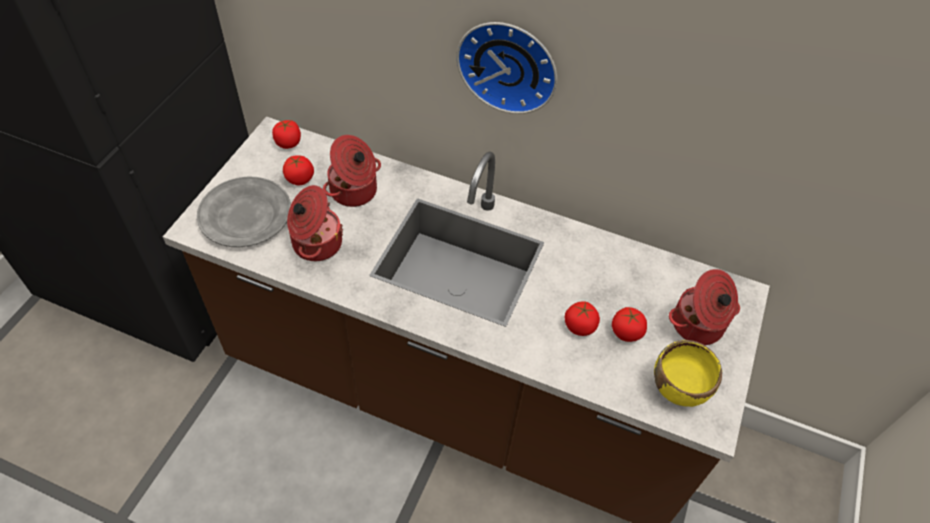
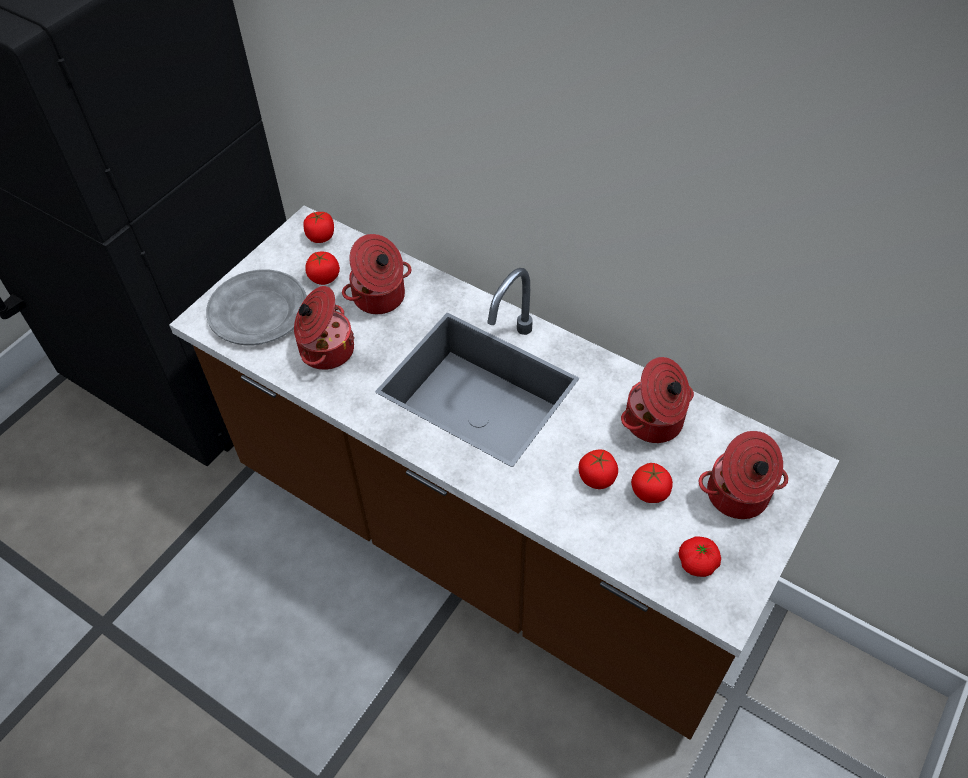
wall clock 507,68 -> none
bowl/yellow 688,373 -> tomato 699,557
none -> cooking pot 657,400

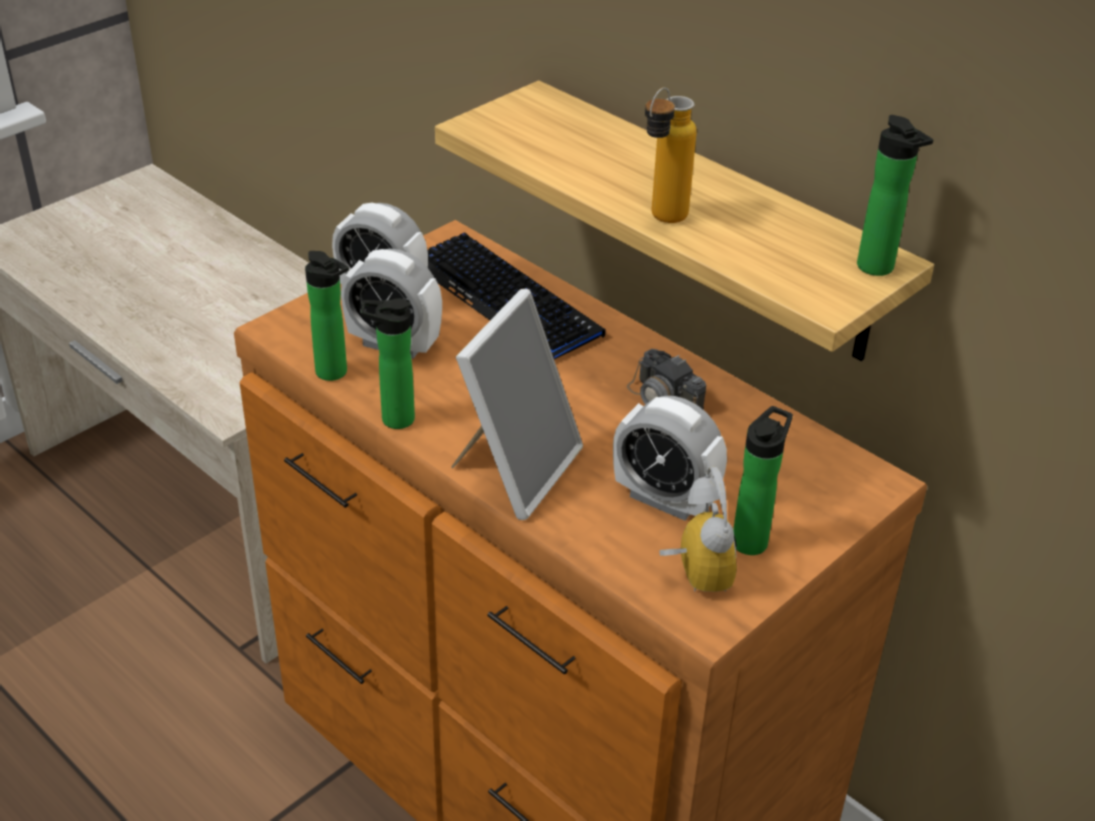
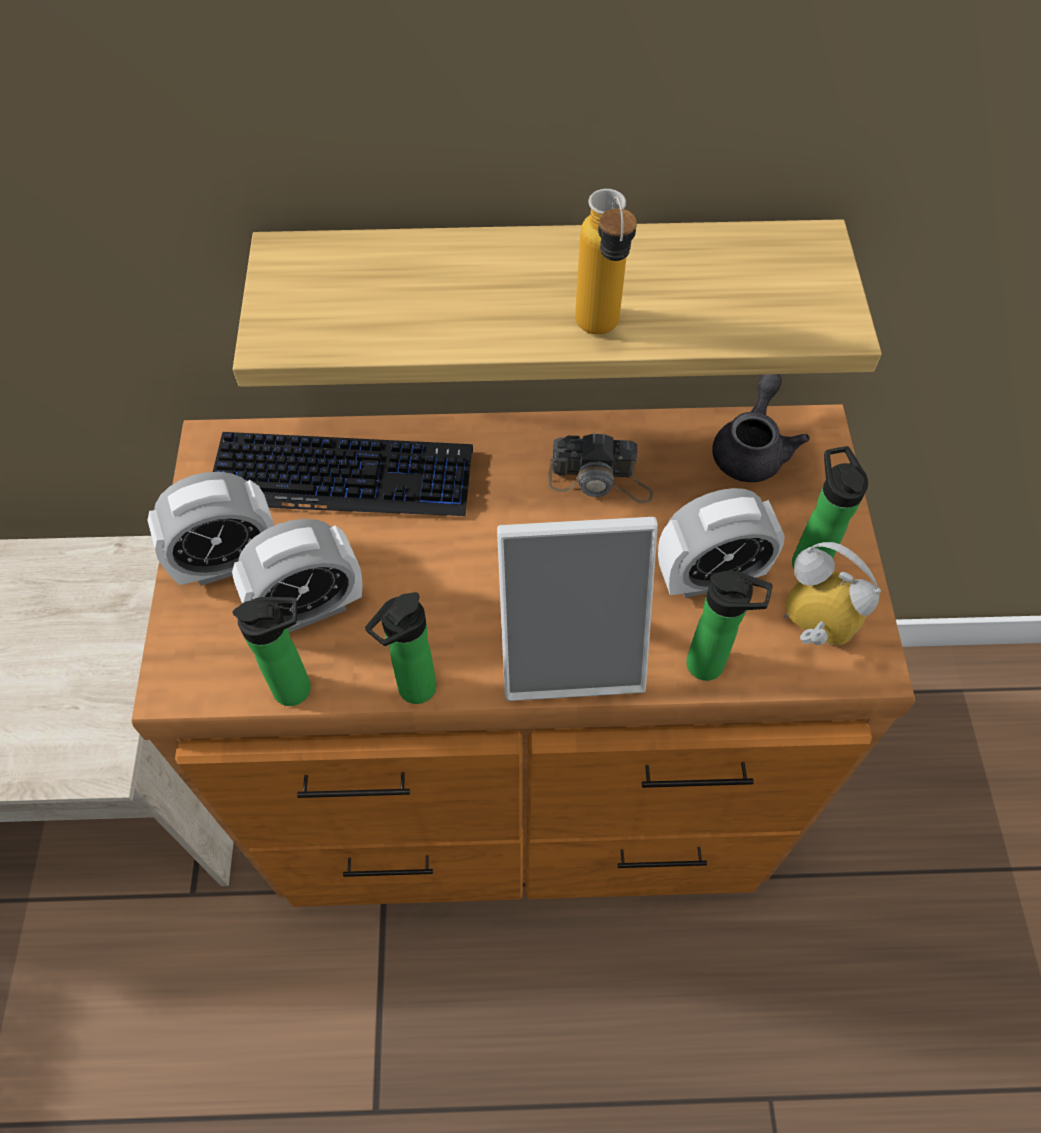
bottle 895,195 -> bottle 729,626, relocated
picture frame 517,404 -> picture frame 577,609, 105 degrees clockwise
none -> teapot/grey 761,428

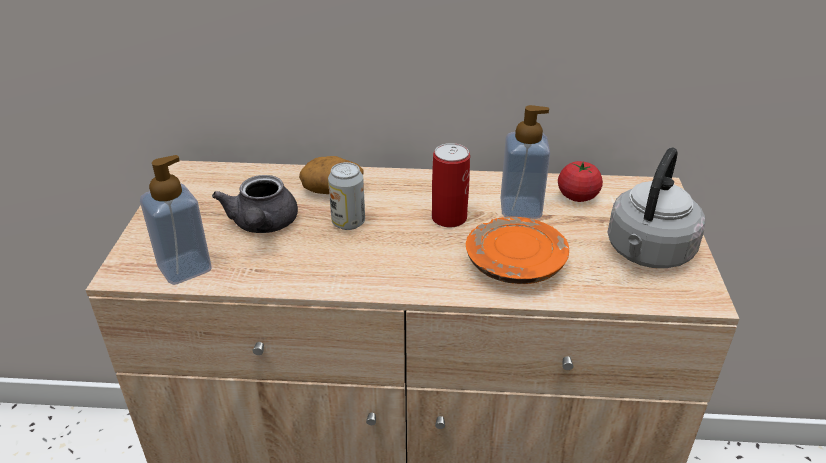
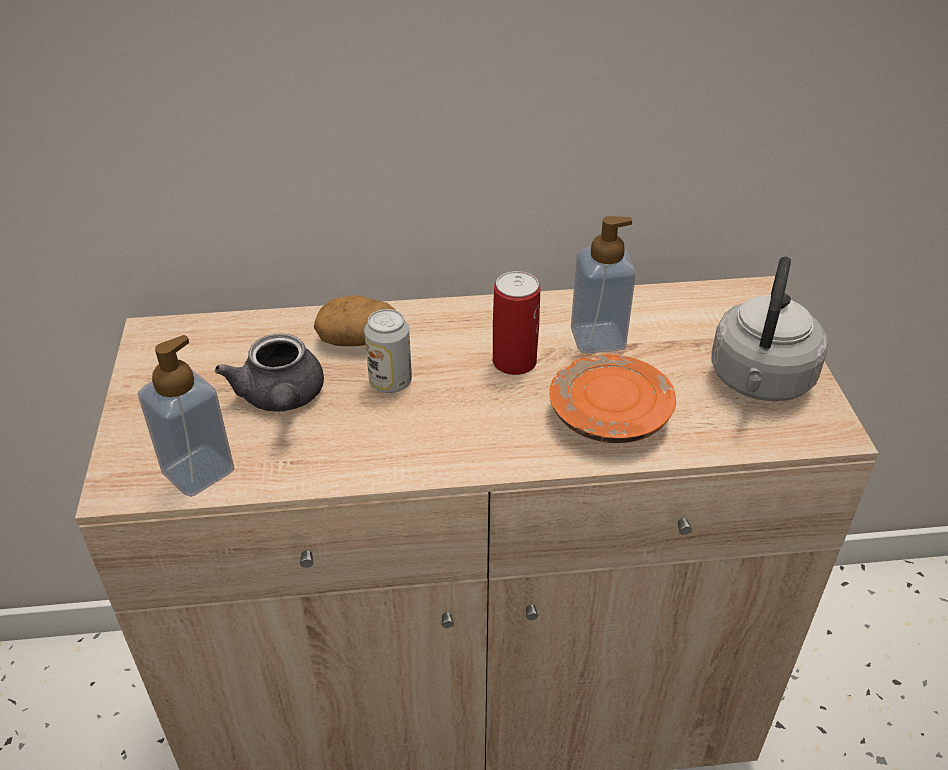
tomato 580,181 -> none

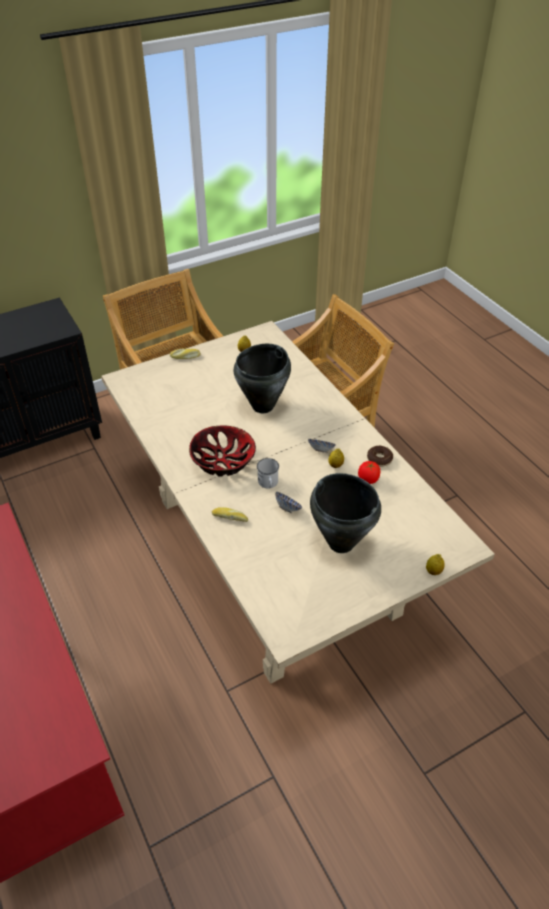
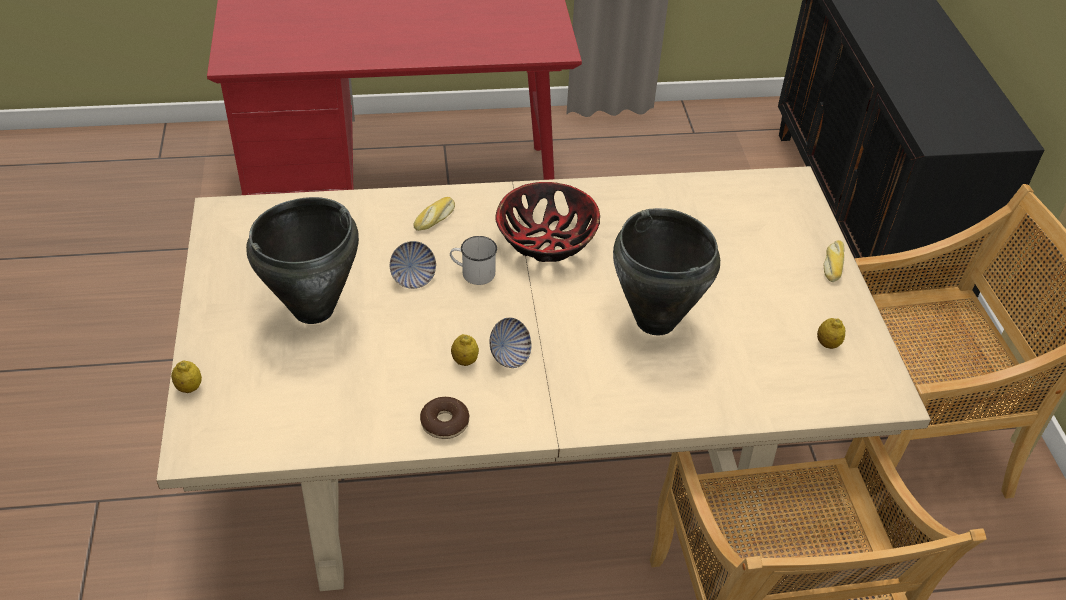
tomato 369,472 -> none

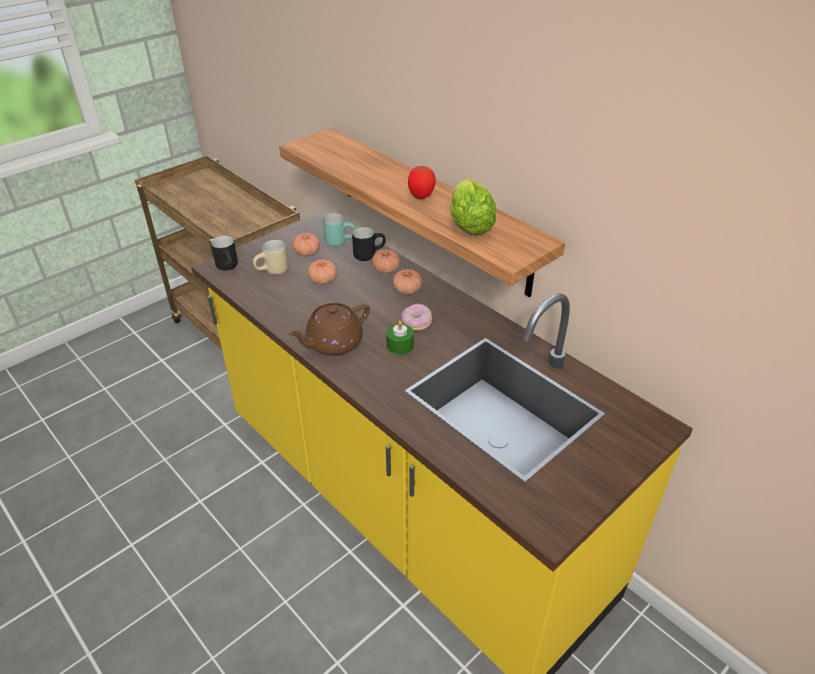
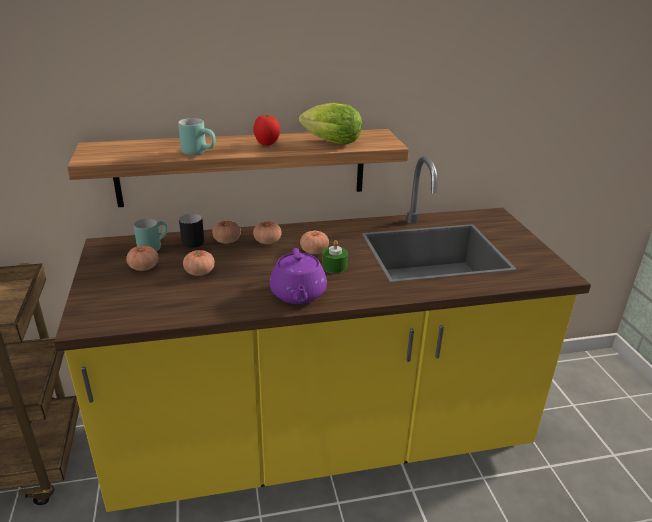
mug/black 224,253 -> none
mug/beige 270,257 -> none
teapot/brown 329,329 -> teapot/purple 298,276
donut 416,317 -> tomato 314,242
none -> mug/turquoise 197,136

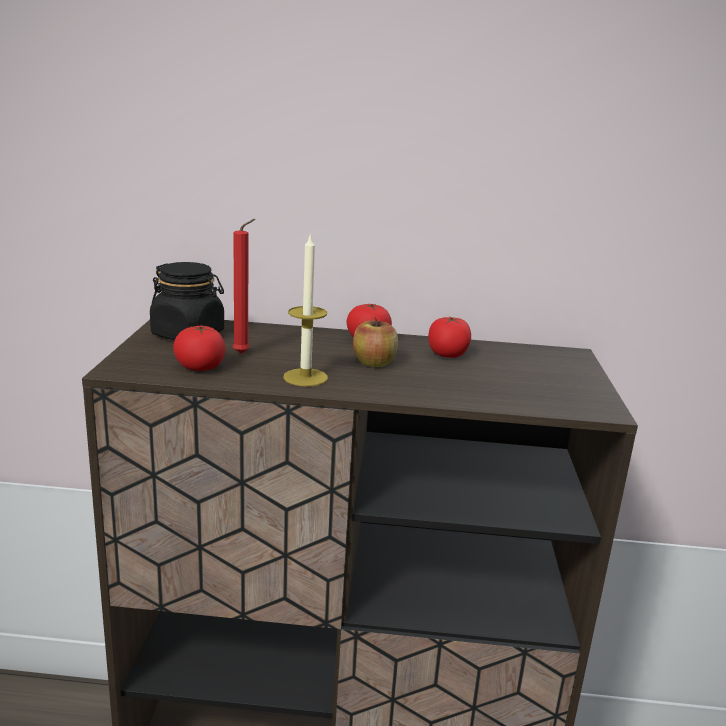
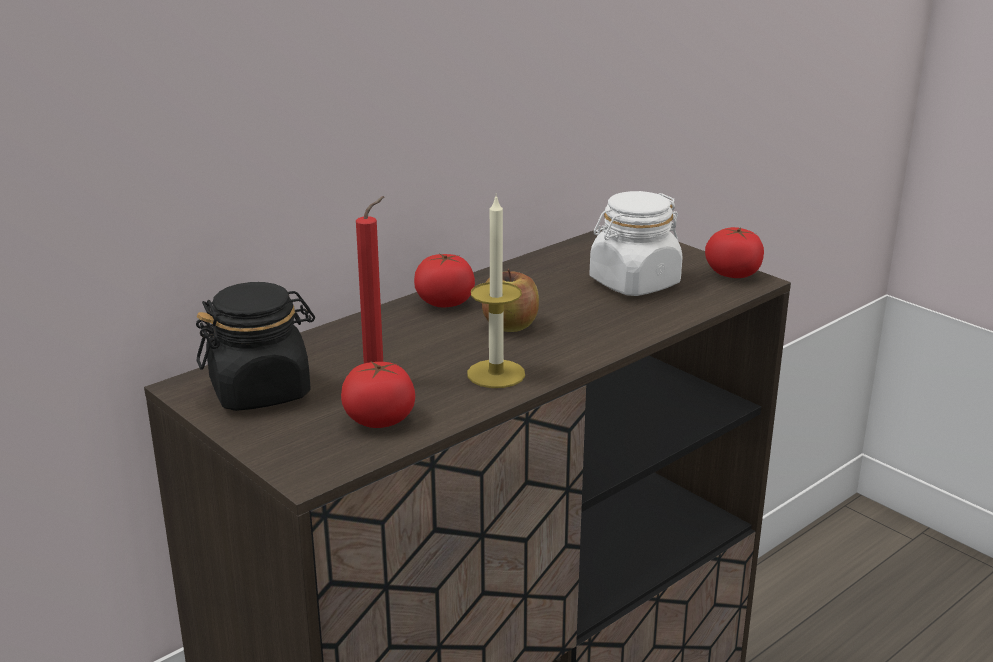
tomato 449,337 -> tomato 734,252, relocated
none -> jar/white 635,243

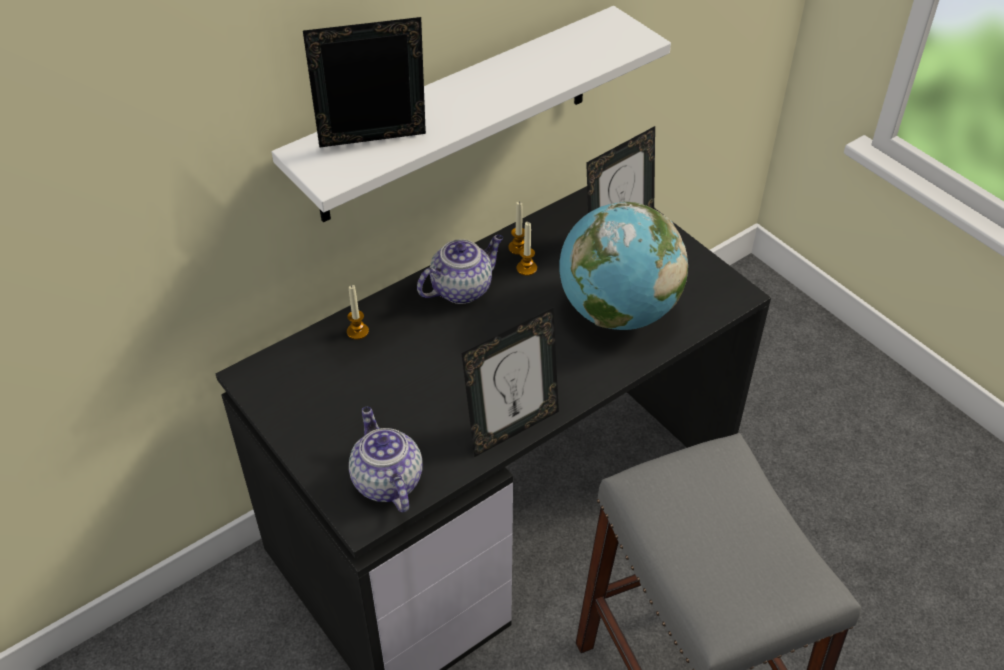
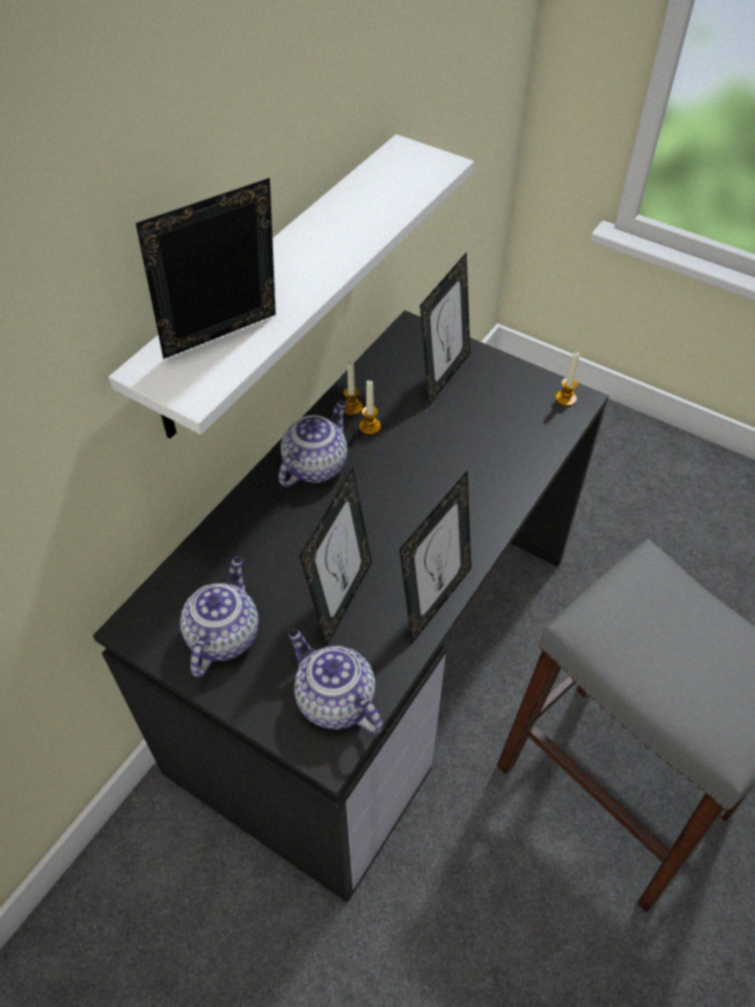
globe 623,266 -> none
candle 358,312 -> candle 567,379, relocated
none -> picture frame 335,557
none -> teapot 219,617

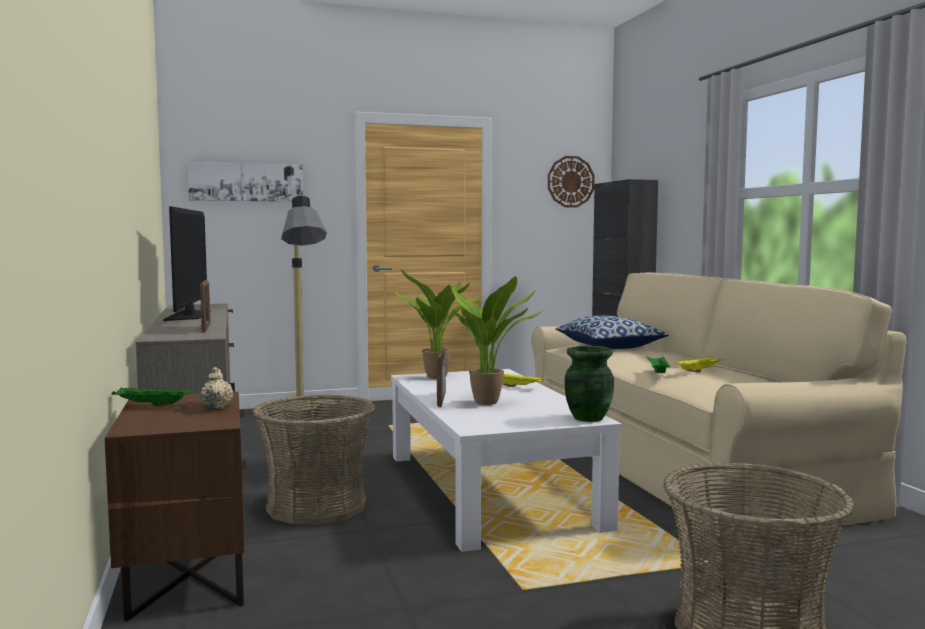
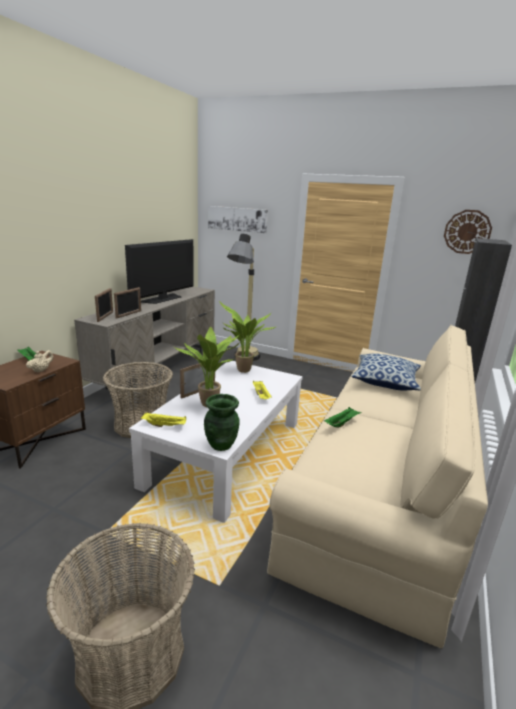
tray/yellow 700,363 -> tray/yellow 163,419, relocated
none -> picture frame 104,305

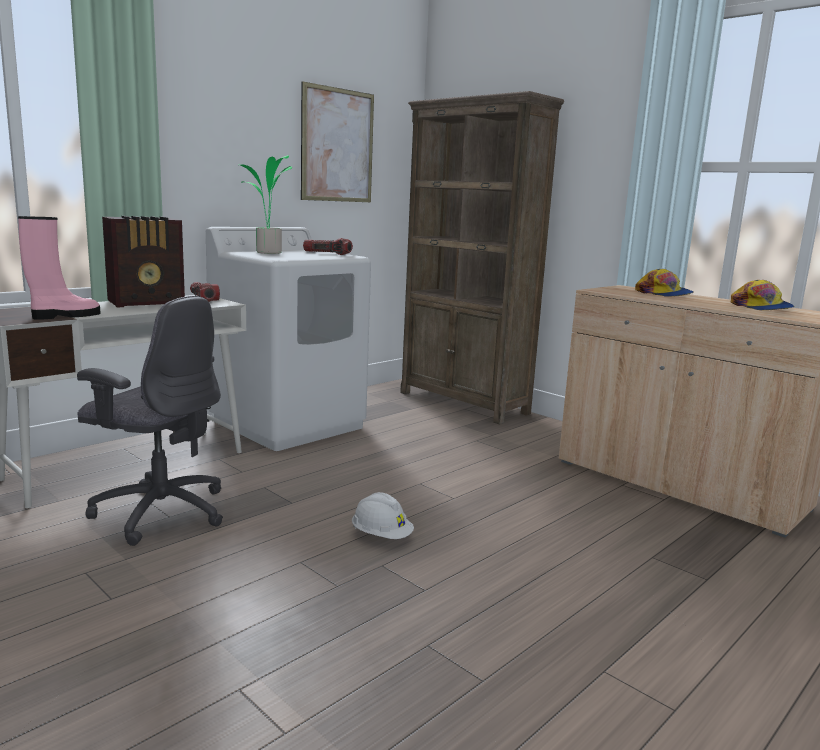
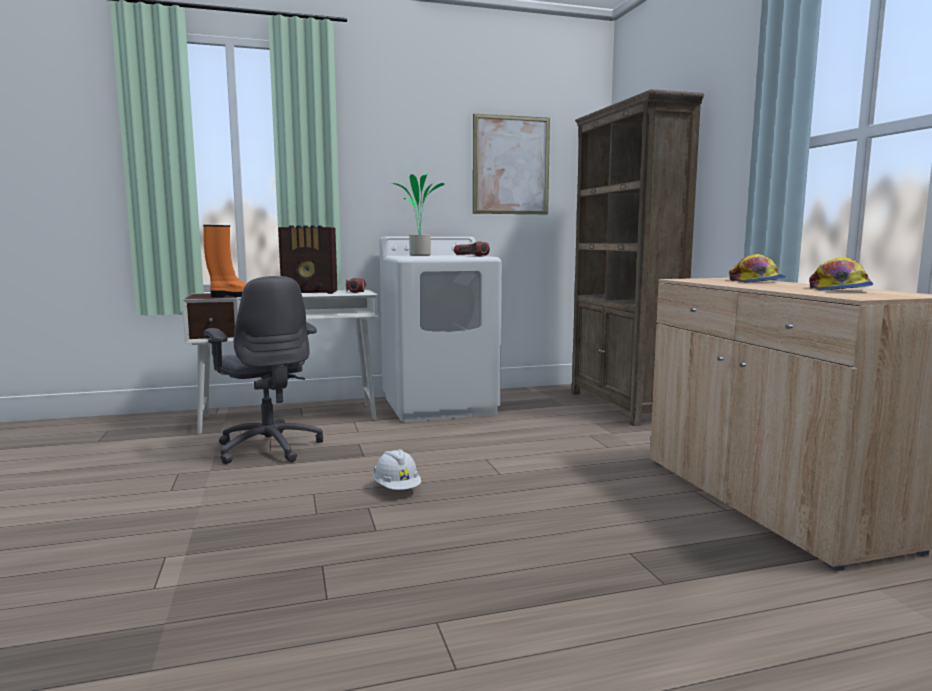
boot/pink 59,268 -> boot/orange 225,261

